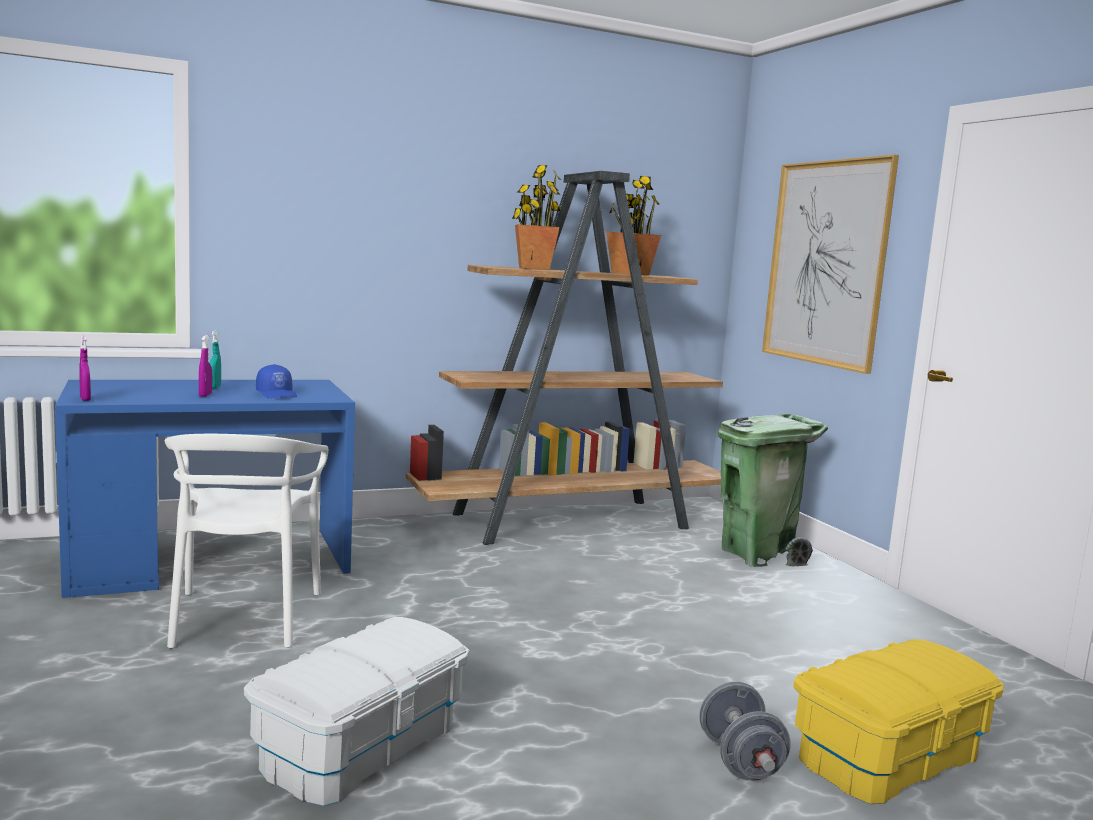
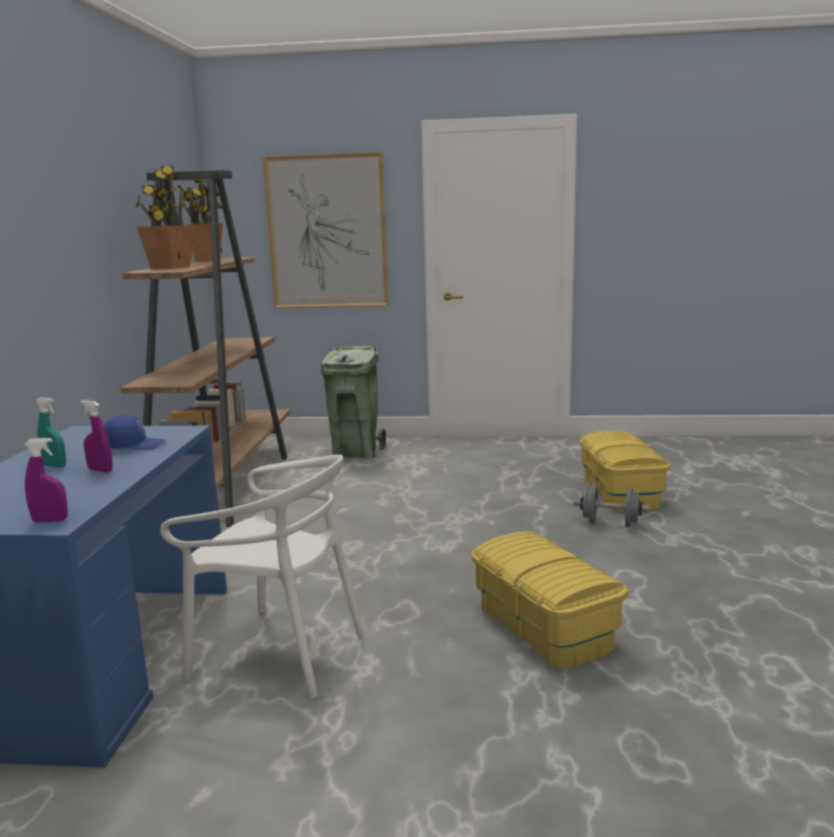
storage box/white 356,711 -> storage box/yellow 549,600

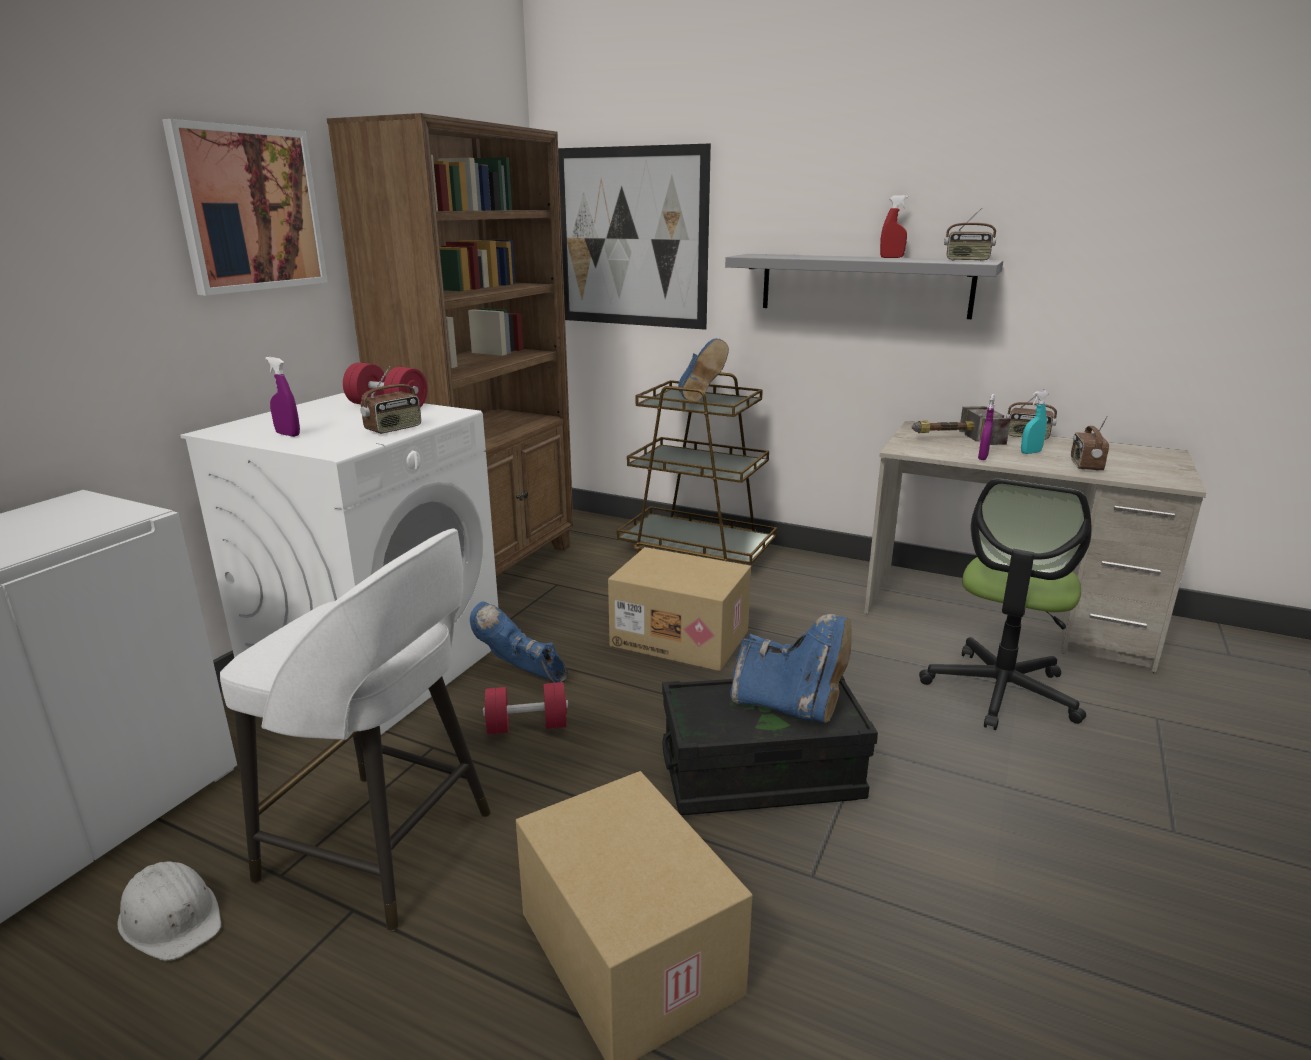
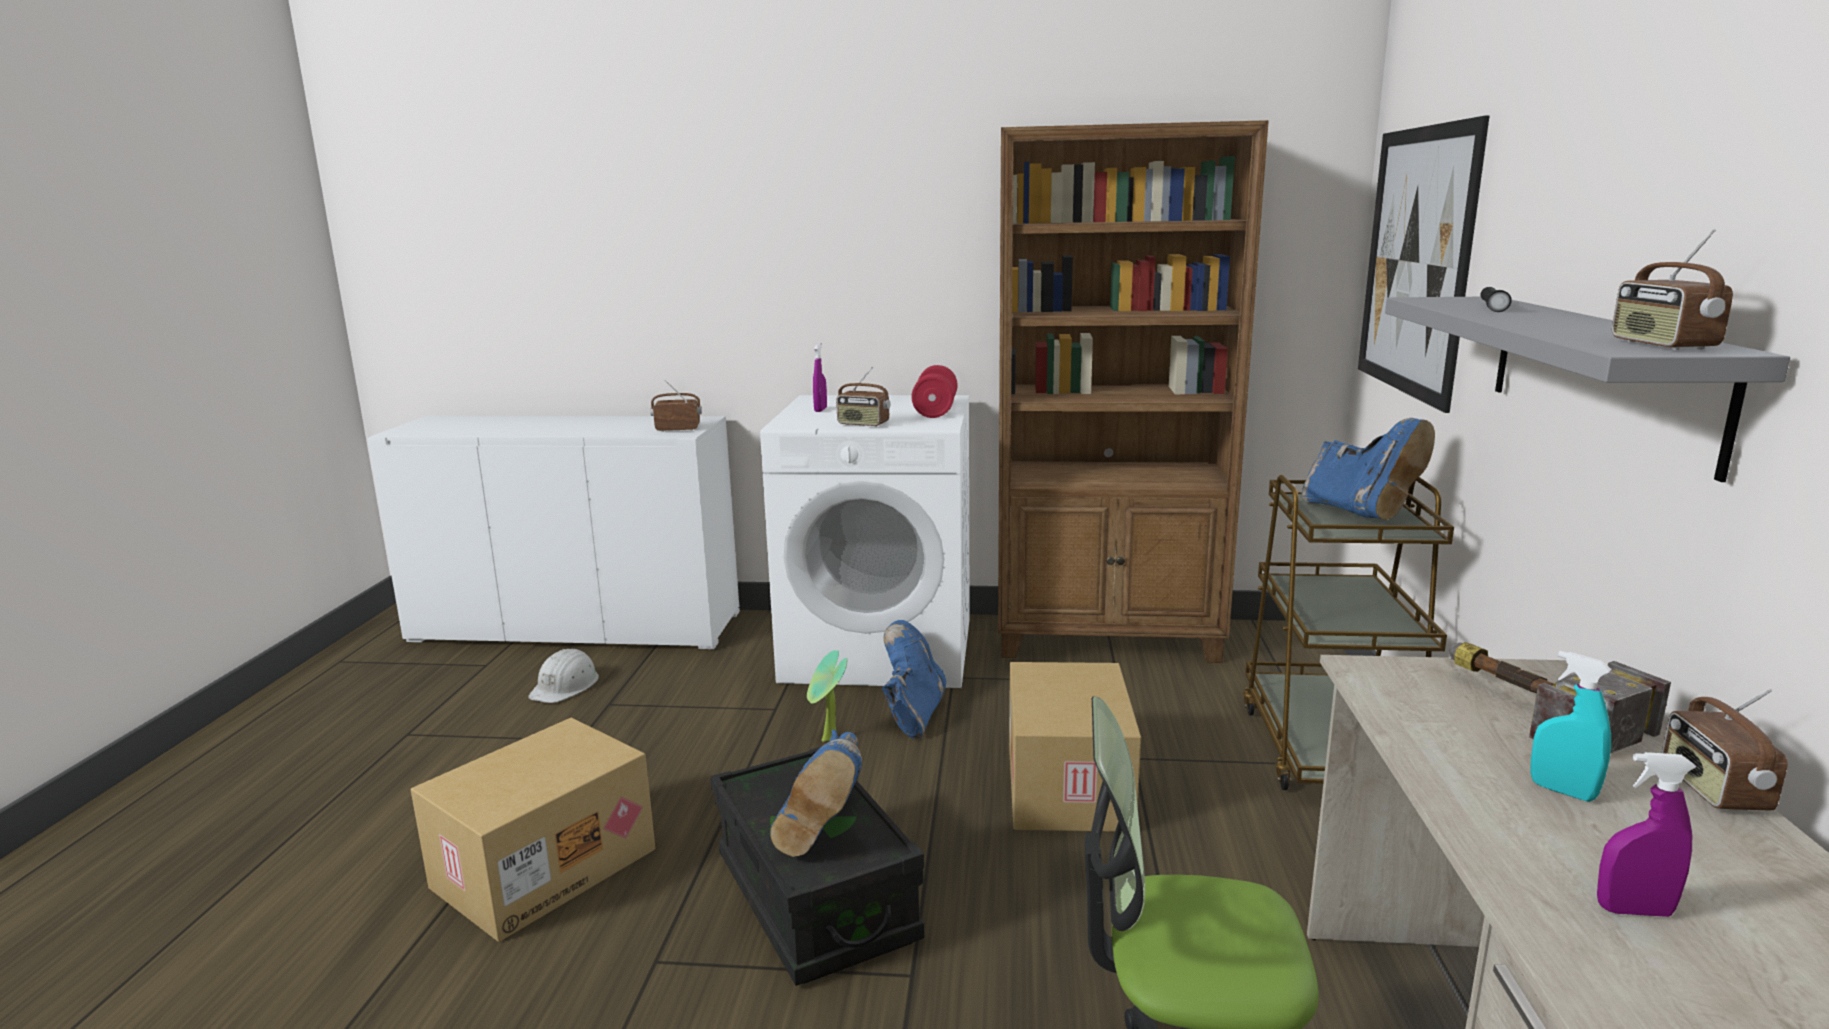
picture 245,207 -> none
spray bottle/red 894,226 -> none
boot/blue 703,369 -> boot/blue 1368,469, 90 degrees counterclockwise
spray bottle/purple 986,427 -> spray bottle/purple 1647,834, relocated
radio 1089,443 -> radio 676,406, relocated
stool/white 355,730 -> none
dumbbell/red 525,708 -> potted plant 827,696
none -> flashlight/black 1496,299

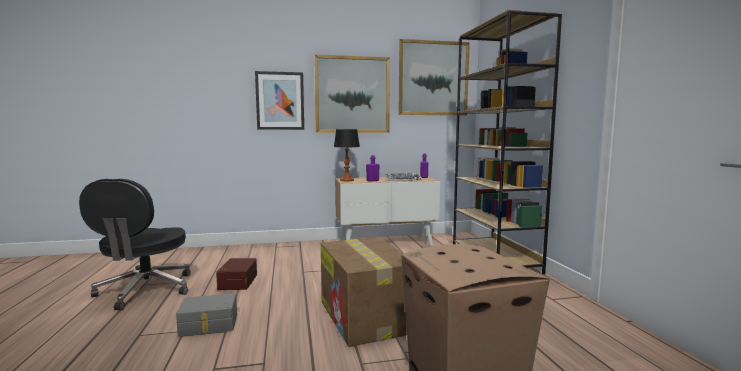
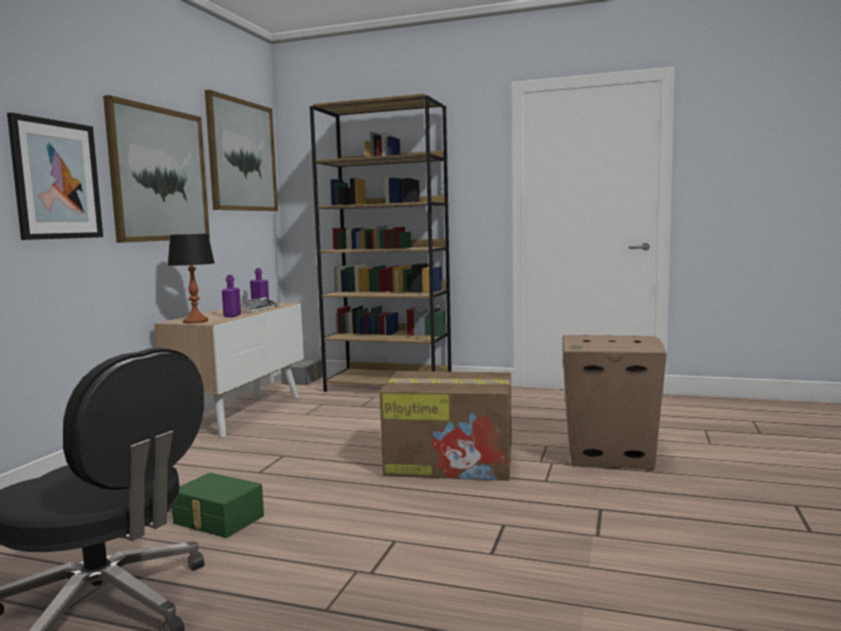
storage box/brown 236,274 -> storage box/green 218,505
storage box/grey 206,315 -> storage box/grey 302,371, relocated

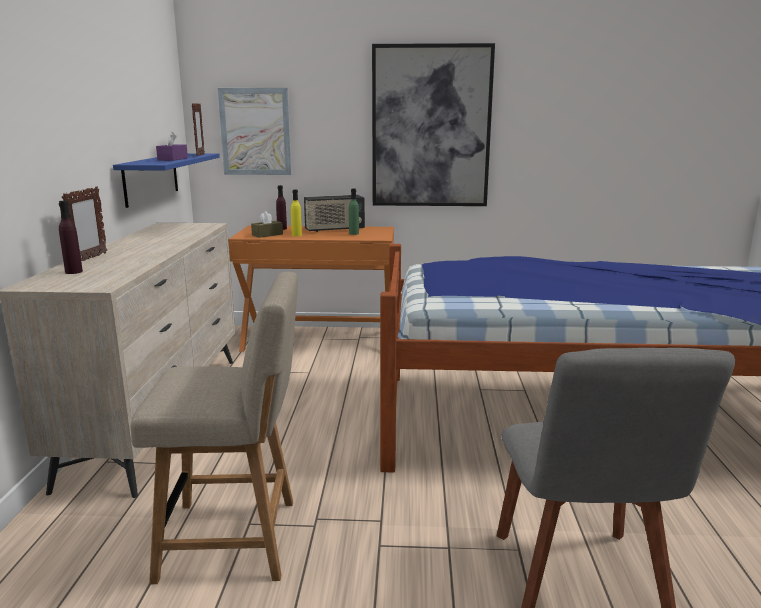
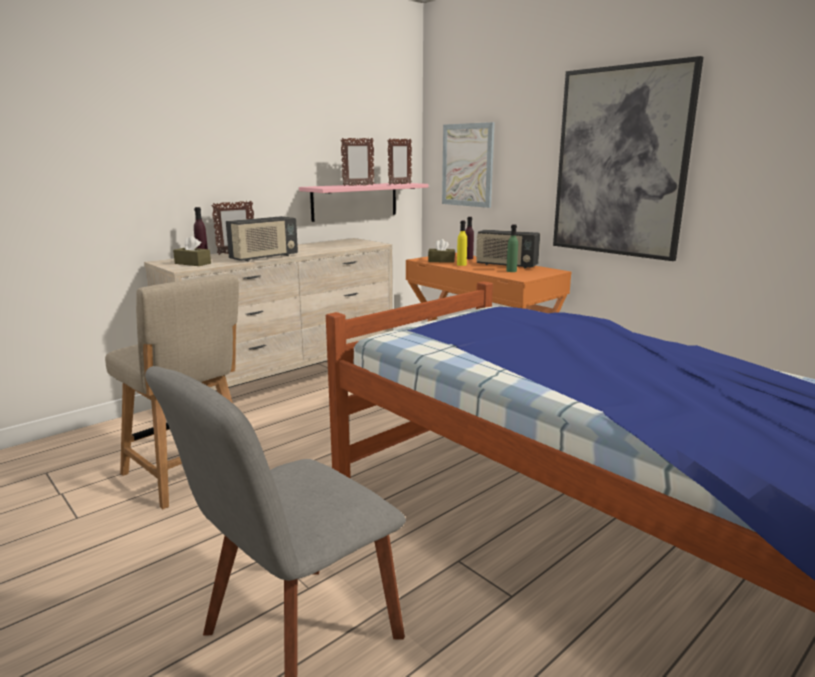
tissue box/purple 172,146 -> picture frame 357,162
shelf/blue 166,180 -> shelf/pink 364,202
none -> radio 262,239
none -> tissue box/brown 192,251

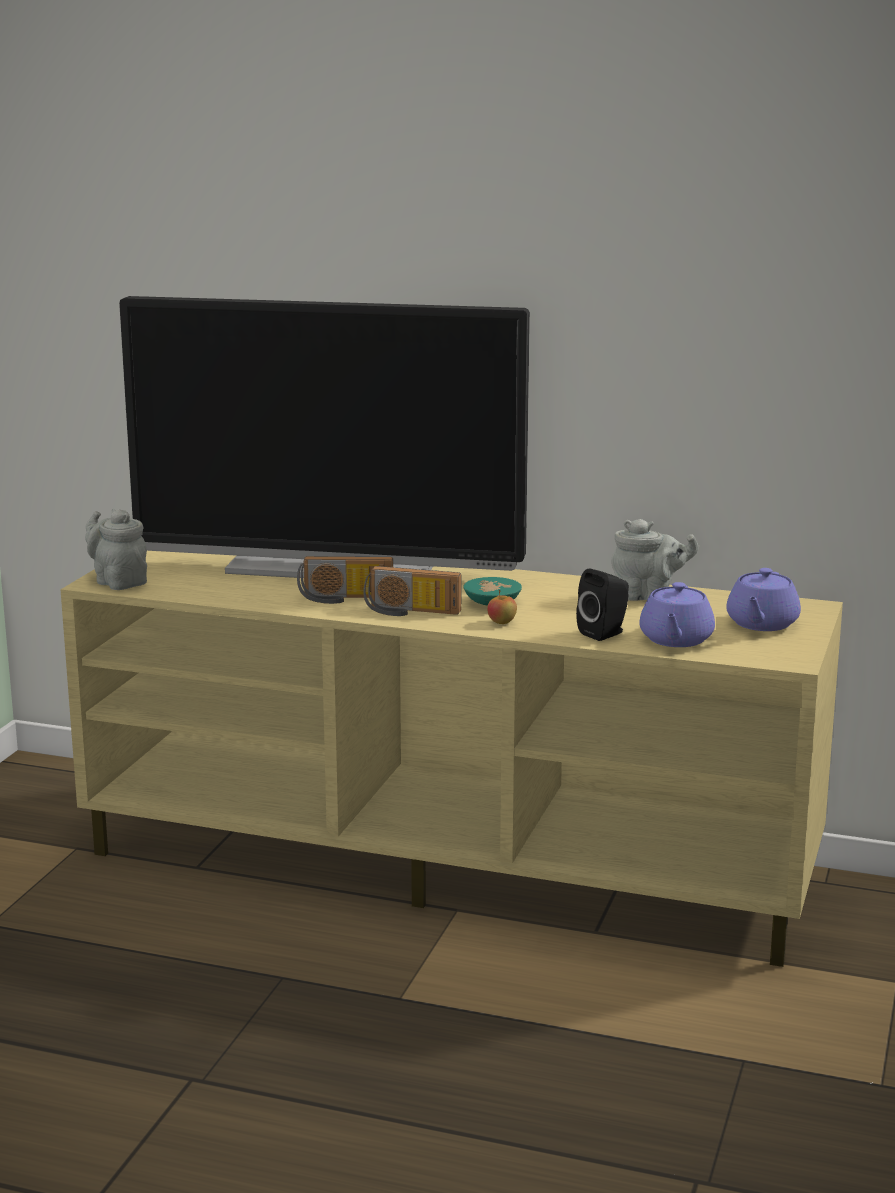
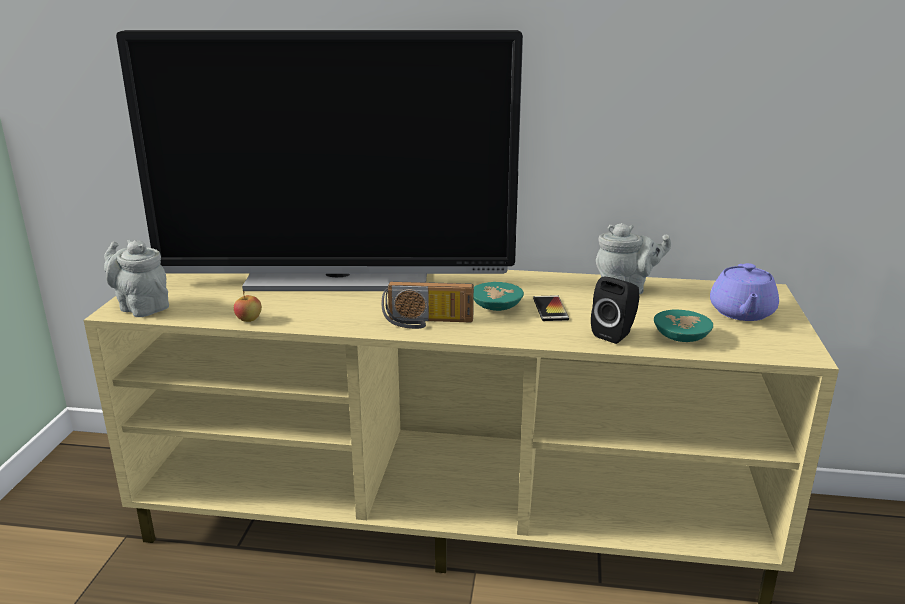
radio 345,580 -> none
teapot/purple 677,614 -> bowl/turquoise 683,326
apple 502,607 -> apple 248,306, relocated
none -> phone 551,308

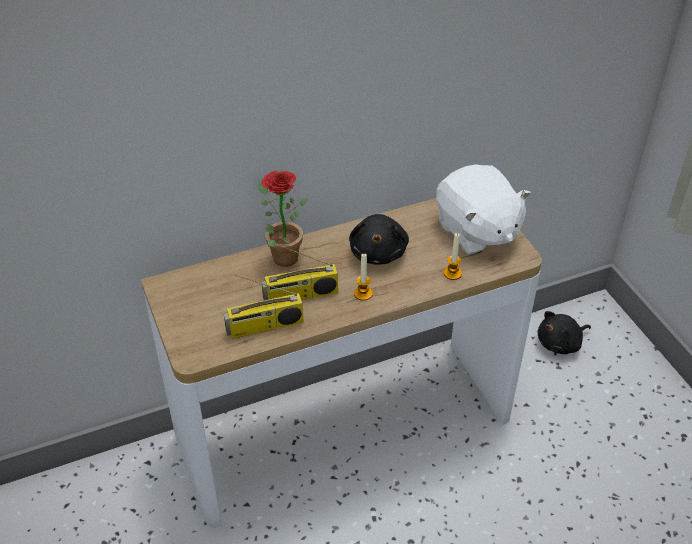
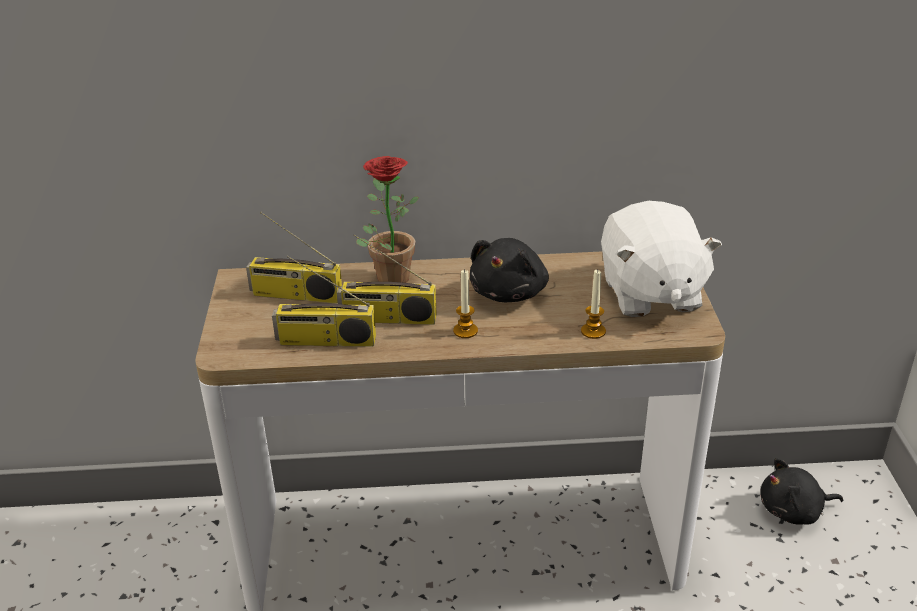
none -> radio 294,258

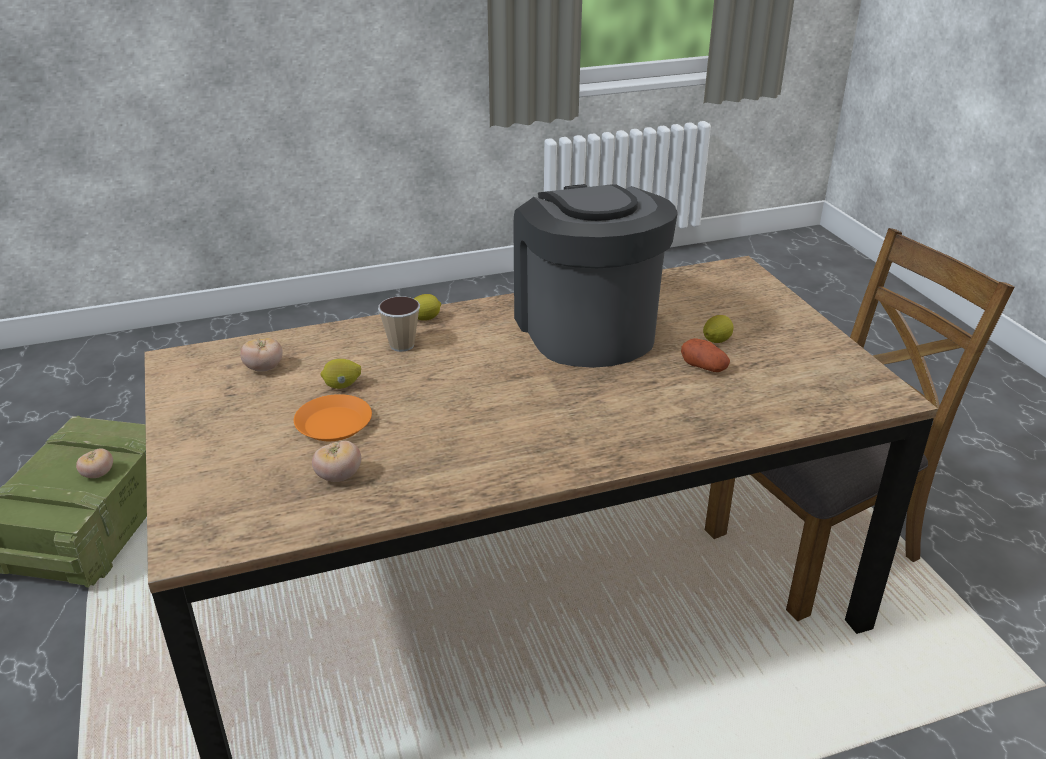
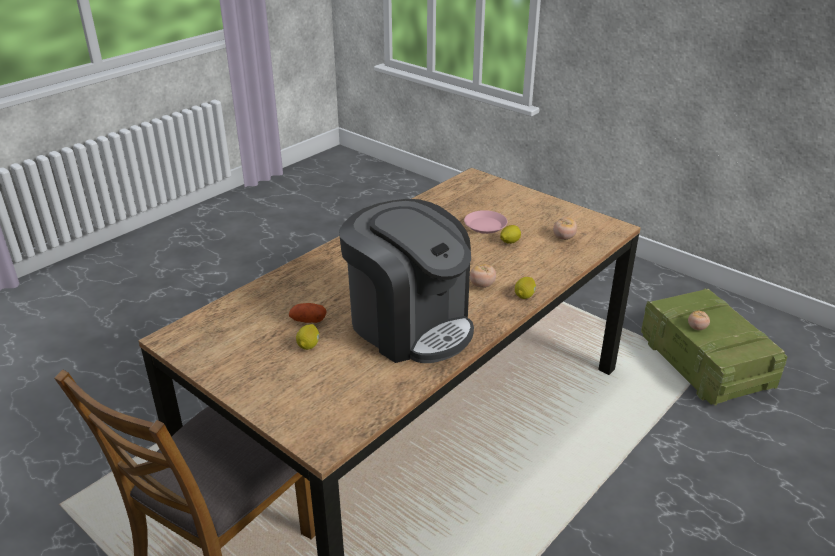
cup 399,324 -> none
plate/orange 333,417 -> plate/pink 486,222
tomato 336,461 -> tomato 483,276, relocated

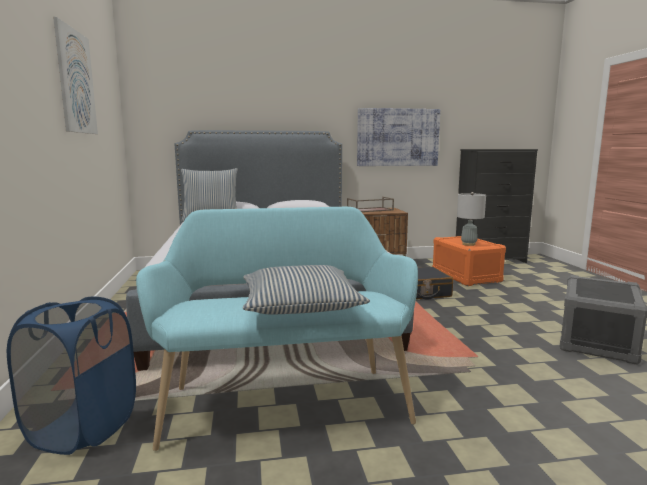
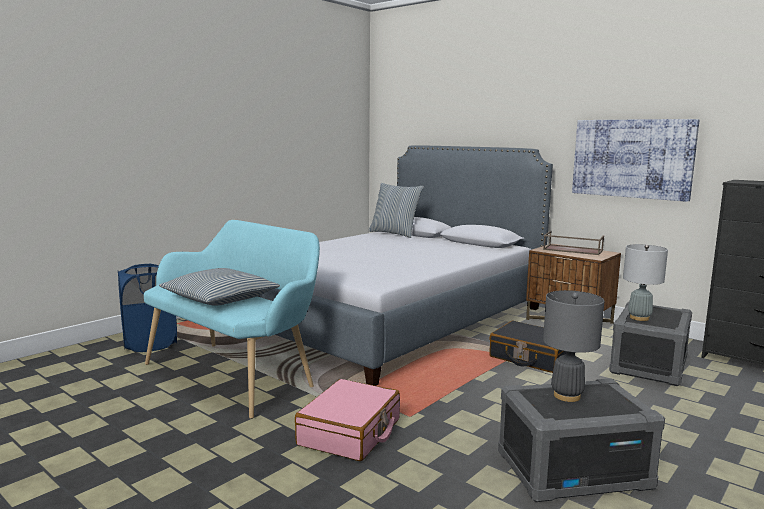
picture 75,75 -> none
storage box/orange 469,261 -> storage box/grey 650,344
none -> table lamp/grey 573,346
none -> suitcase/pink 347,420

